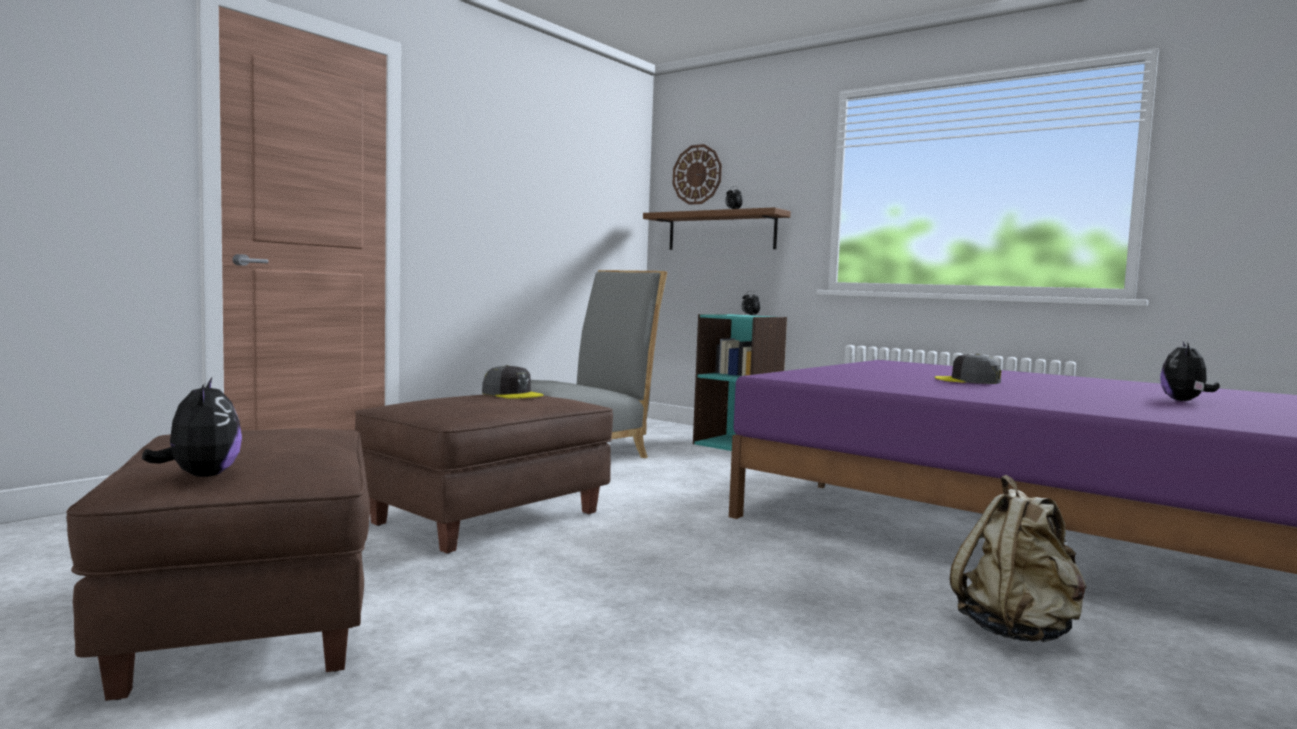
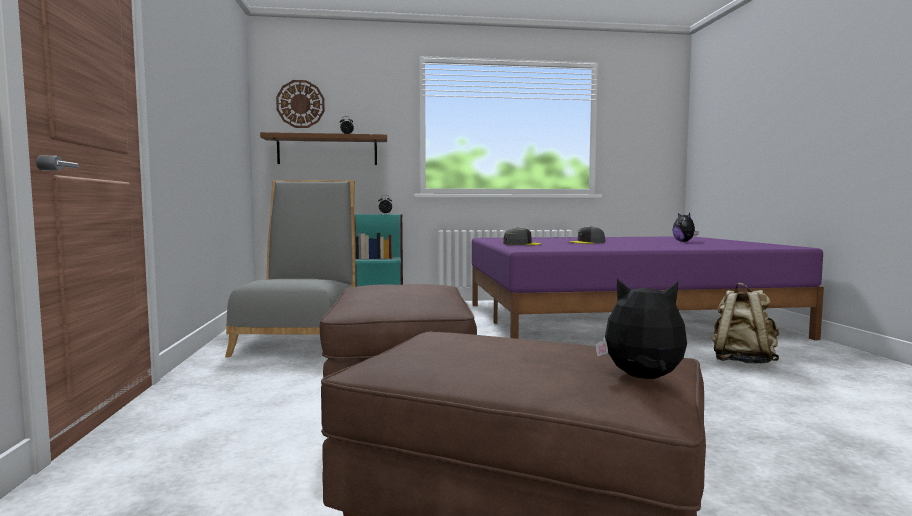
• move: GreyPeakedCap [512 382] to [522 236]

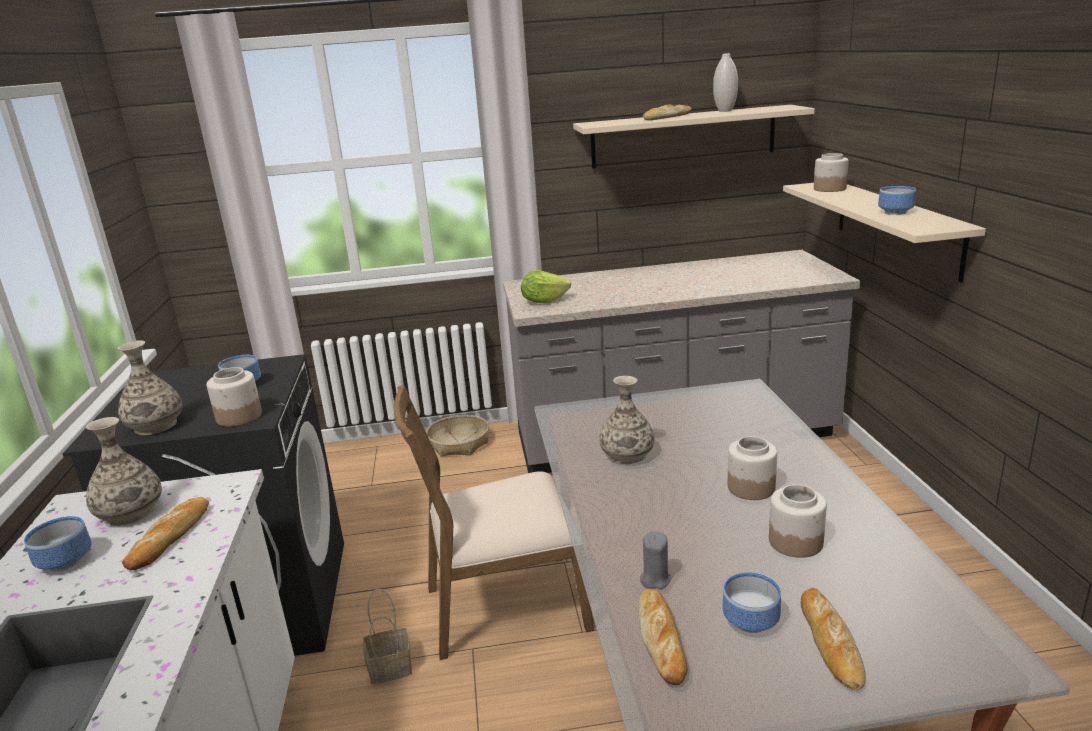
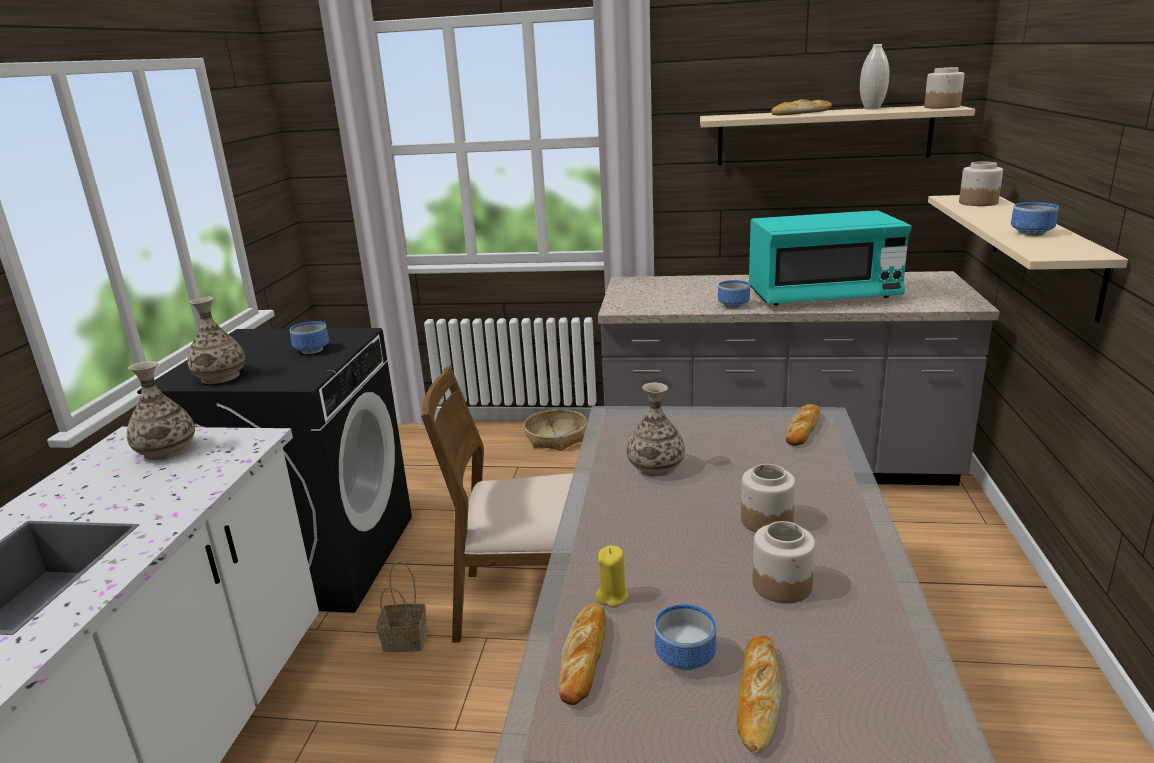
• delete: Lettuce [546 287]
• move: Jar [234 397] to [944 87]
• move: Bread [165 533] to [803 425]
• move: Bowl [57 544] to [734 294]
• recolor: GreyCandle [655 560] to YellowColouredCandle [612 576]
• insert: BlueGreenKitchenMicrowave [830 258]

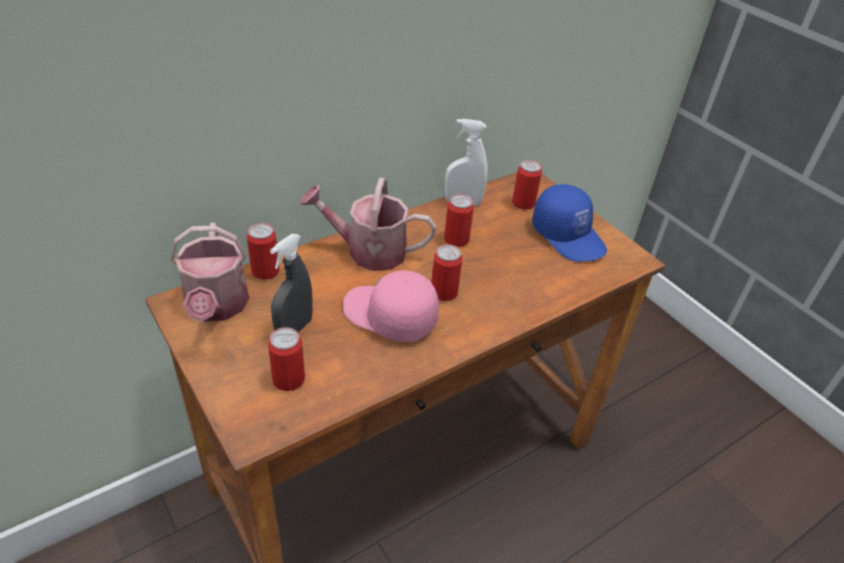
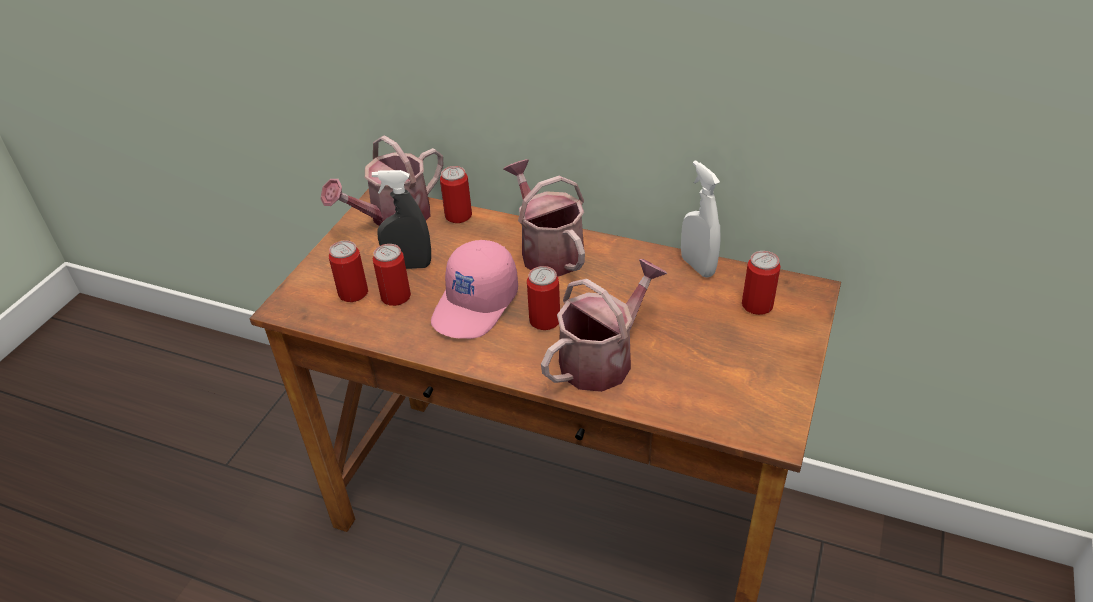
• delete: BlueColouredPeakedCap [569 223]
• move: MetalCan [459 220] to [392 275]
• rotate: PinkPeakedCap [391 306] = [474 289] 150 degrees counterclockwise
• insert: WateringPot [604 325]

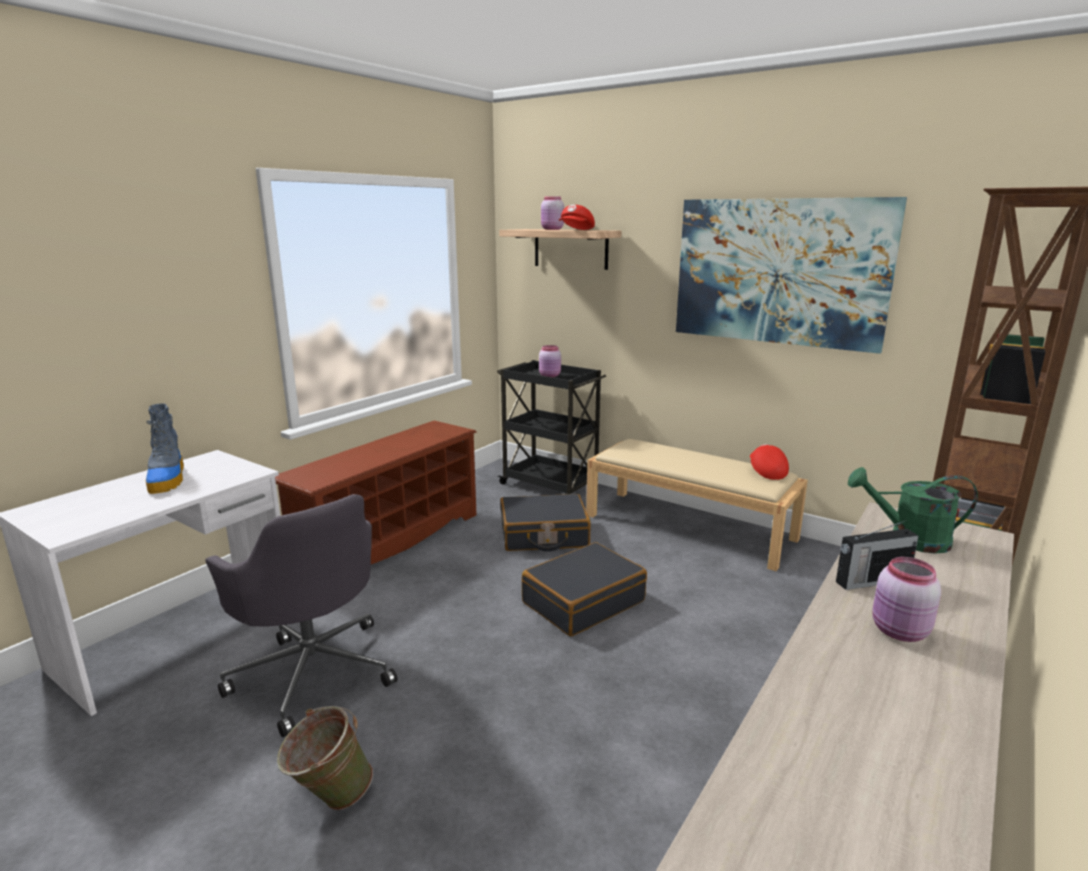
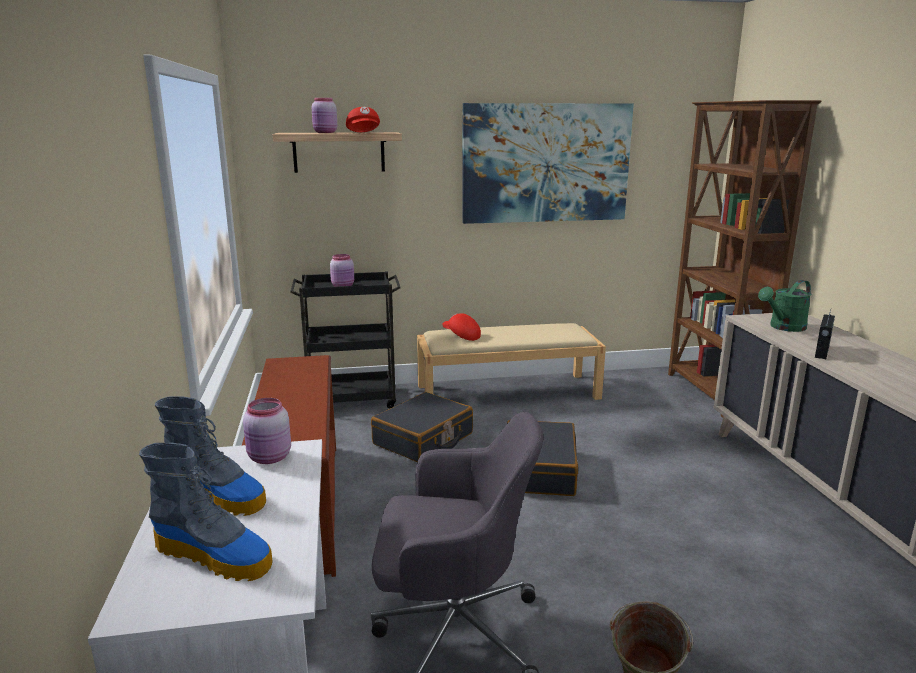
• move: ReddishPeakedCap [769 462] to [461 327]
• move: PinkJar [906 599] to [267 431]
• insert: TallBoot [206 512]

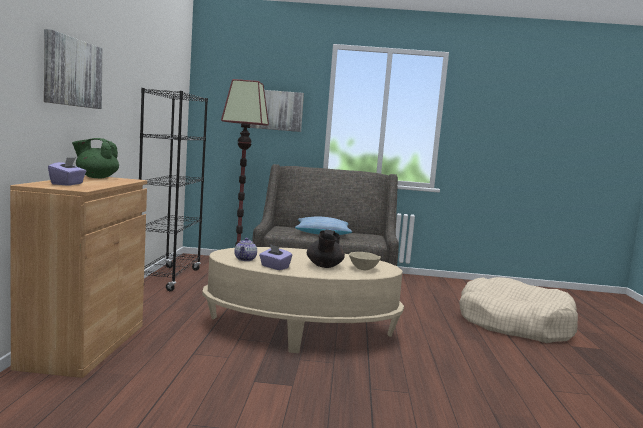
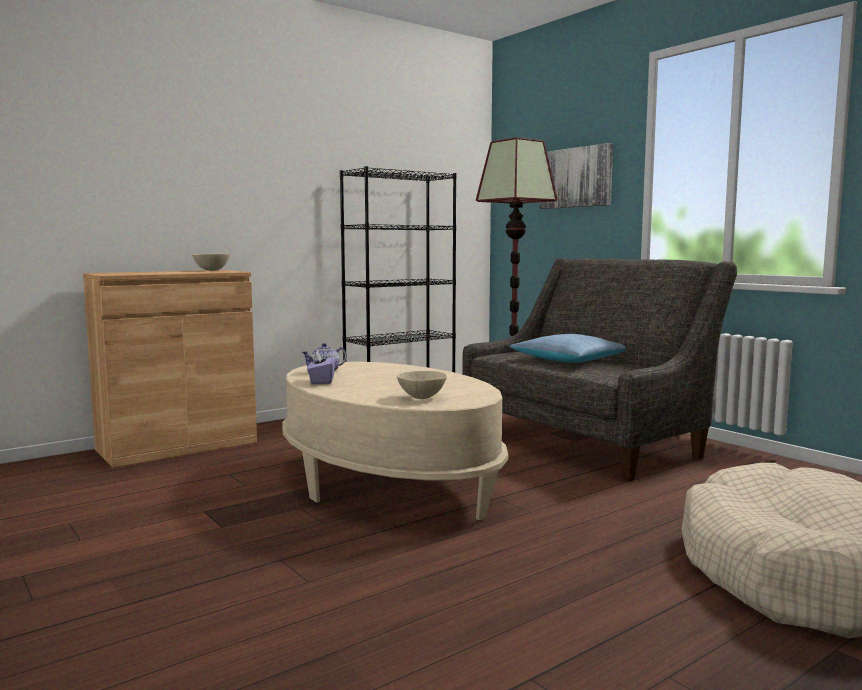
• delete: WallPicture [73 69]
• replace: GreenishTeaPot [95 158] to BeigeColouredBowl [211 262]
• delete: PurplishTissueBox [67 171]
• delete: BlackishTeaPot [326 249]

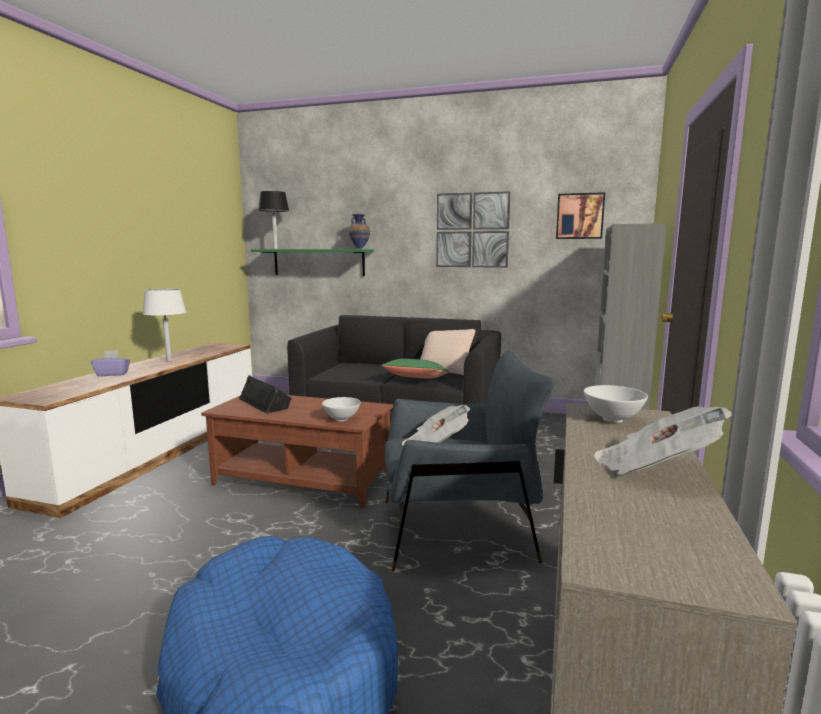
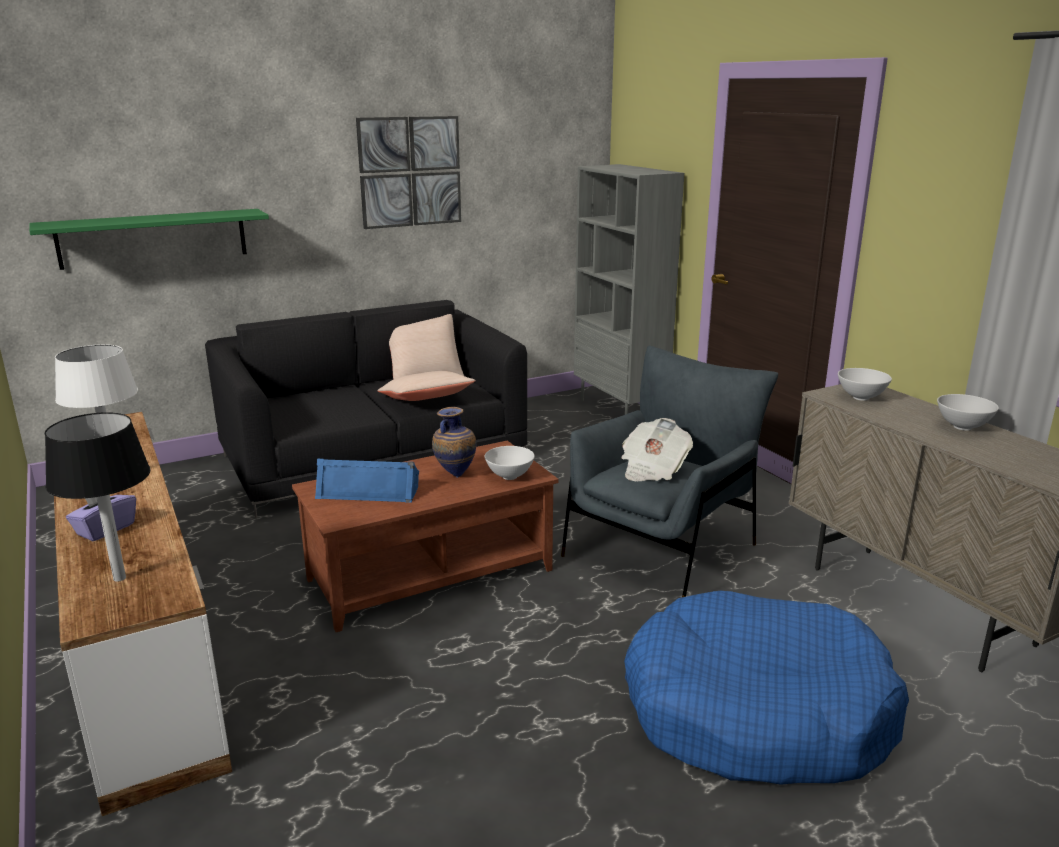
• move: BlackishTableLamp [273 220] to [98 497]
• delete: WallPicture [580 215]
• move: FlowerVase [359 231] to [454 442]
• recolor: GreenishThrowPillow [415 369] to BeigeColouredThrowPillow [426 386]
• recolor: BlackishSpeaker [265 394] to BlueColouredSpeaker [367 481]
• replace: Newspaper [663 440] to WhitishBowl [968 412]

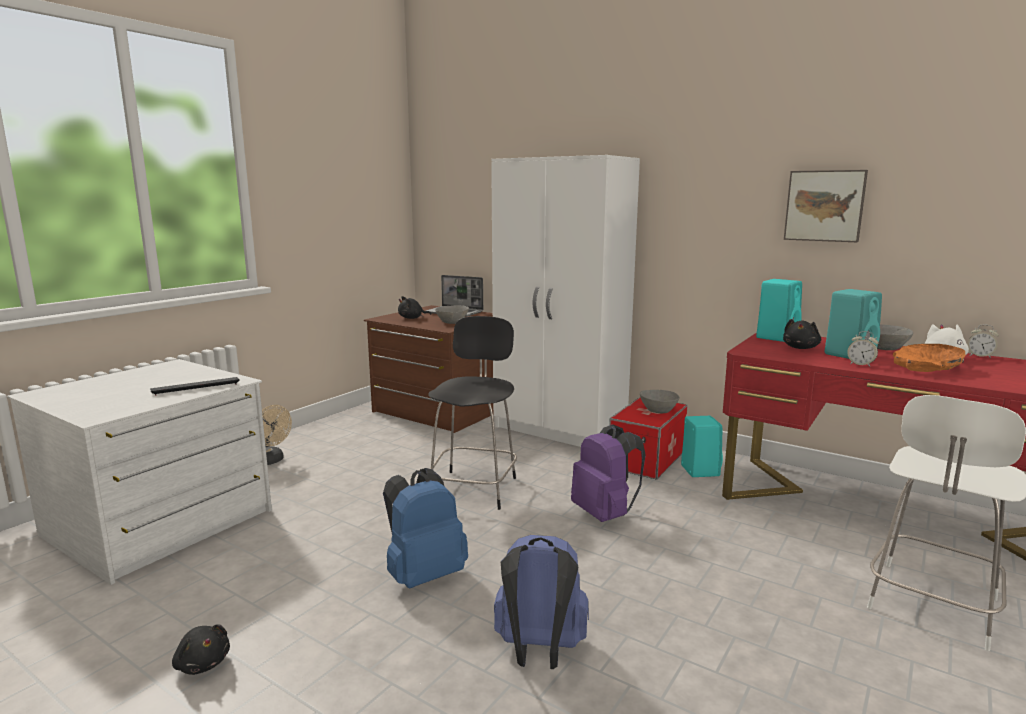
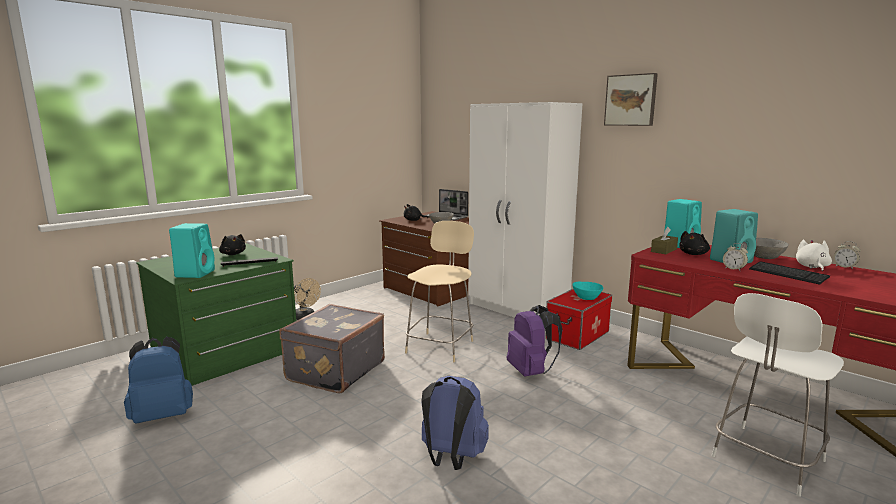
• move: WallPicture [826 206] to [631 99]
• recolor: BlackishPlainChair [472 413] to BeigeColouredPlainChair [439 291]
• replace: OrangeBowl [929 358] to PcKeyboard [789 273]
• recolor: WhitishChestOfDrawers [139 472] to GreenishChestOfDrawers [216 314]
• recolor: GreyBowl [660 401] to BlueGreenBowl [587 291]
• move: BlueGreenSpeaker [702 446] to [192 250]
• move: BlueColouredBackpack [425 528] to [158 380]
• move: BlackishSoftToy [201 649] to [232 244]
• insert: BrownColouredTissueBox [664 240]
• insert: GreySuitcase [332 348]

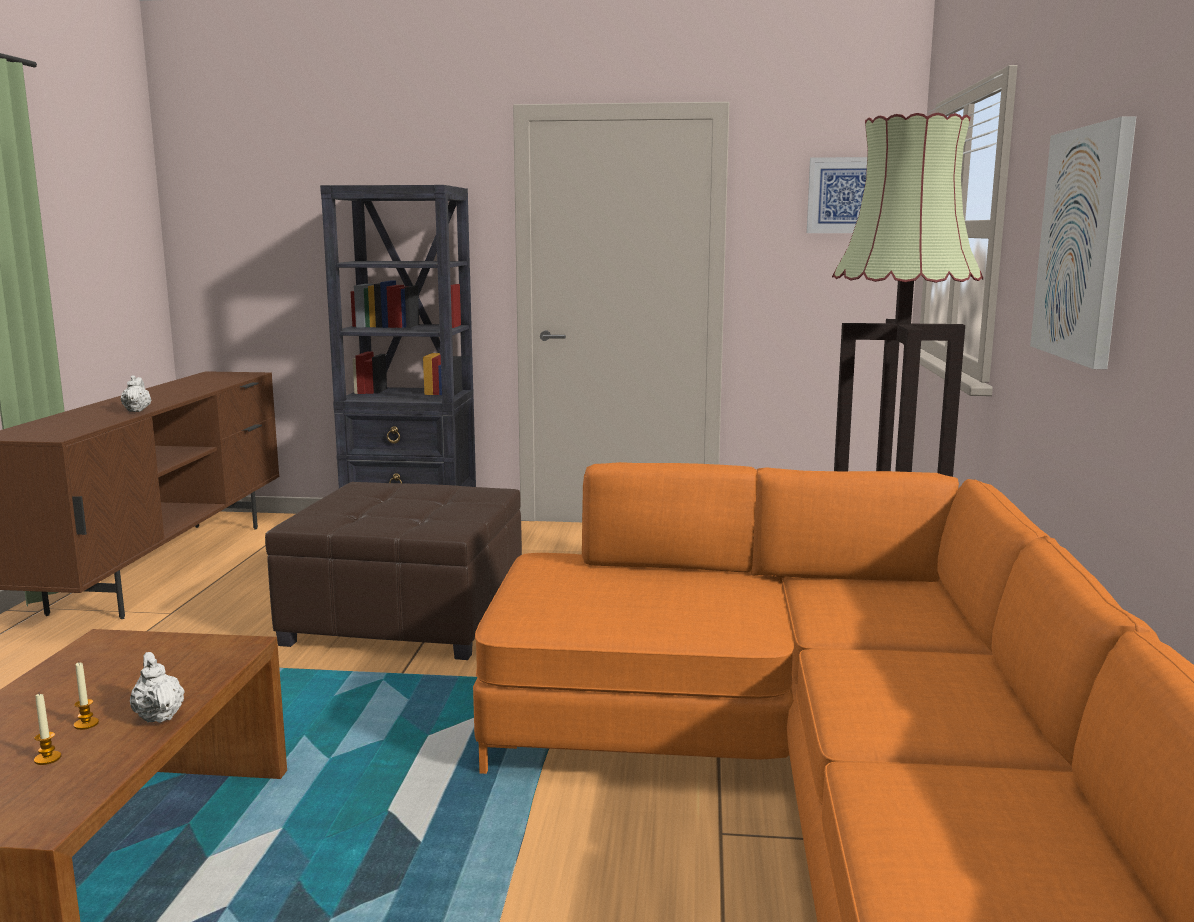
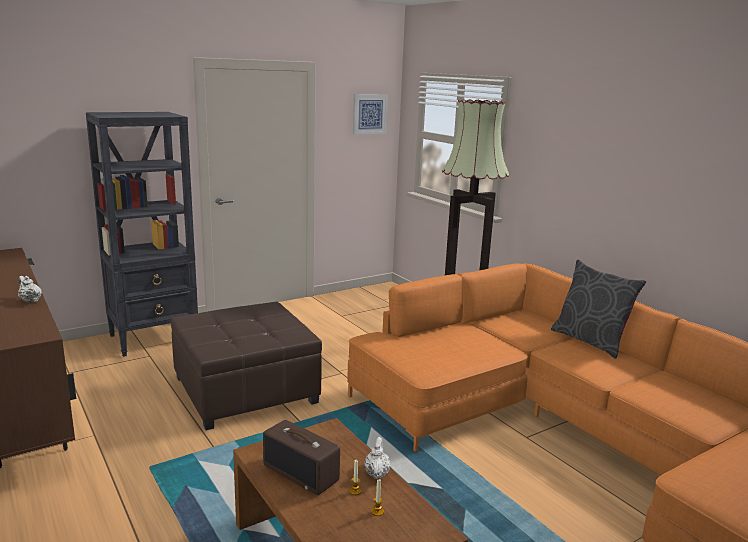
• delete: WallPicture [1083 242]
• rotate: WhitishTeaPot [157 687] = [377 458] 75 degrees clockwise
• insert: GreyThrowPillow [598 309]
• insert: RadioReceiver [301 457]

